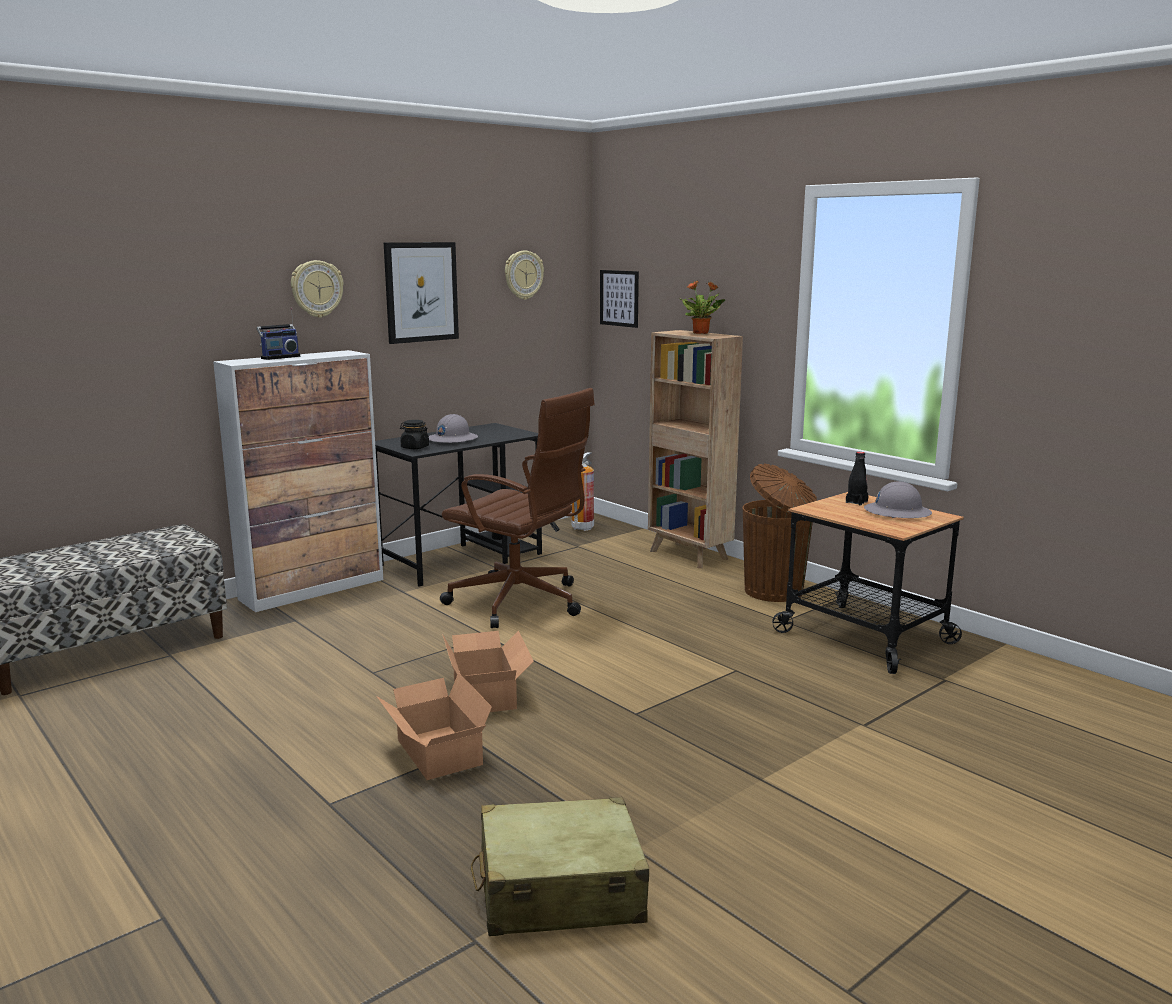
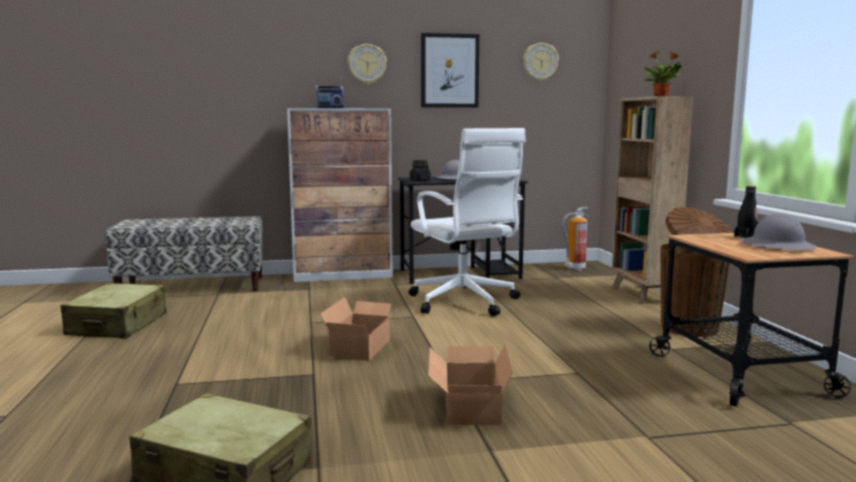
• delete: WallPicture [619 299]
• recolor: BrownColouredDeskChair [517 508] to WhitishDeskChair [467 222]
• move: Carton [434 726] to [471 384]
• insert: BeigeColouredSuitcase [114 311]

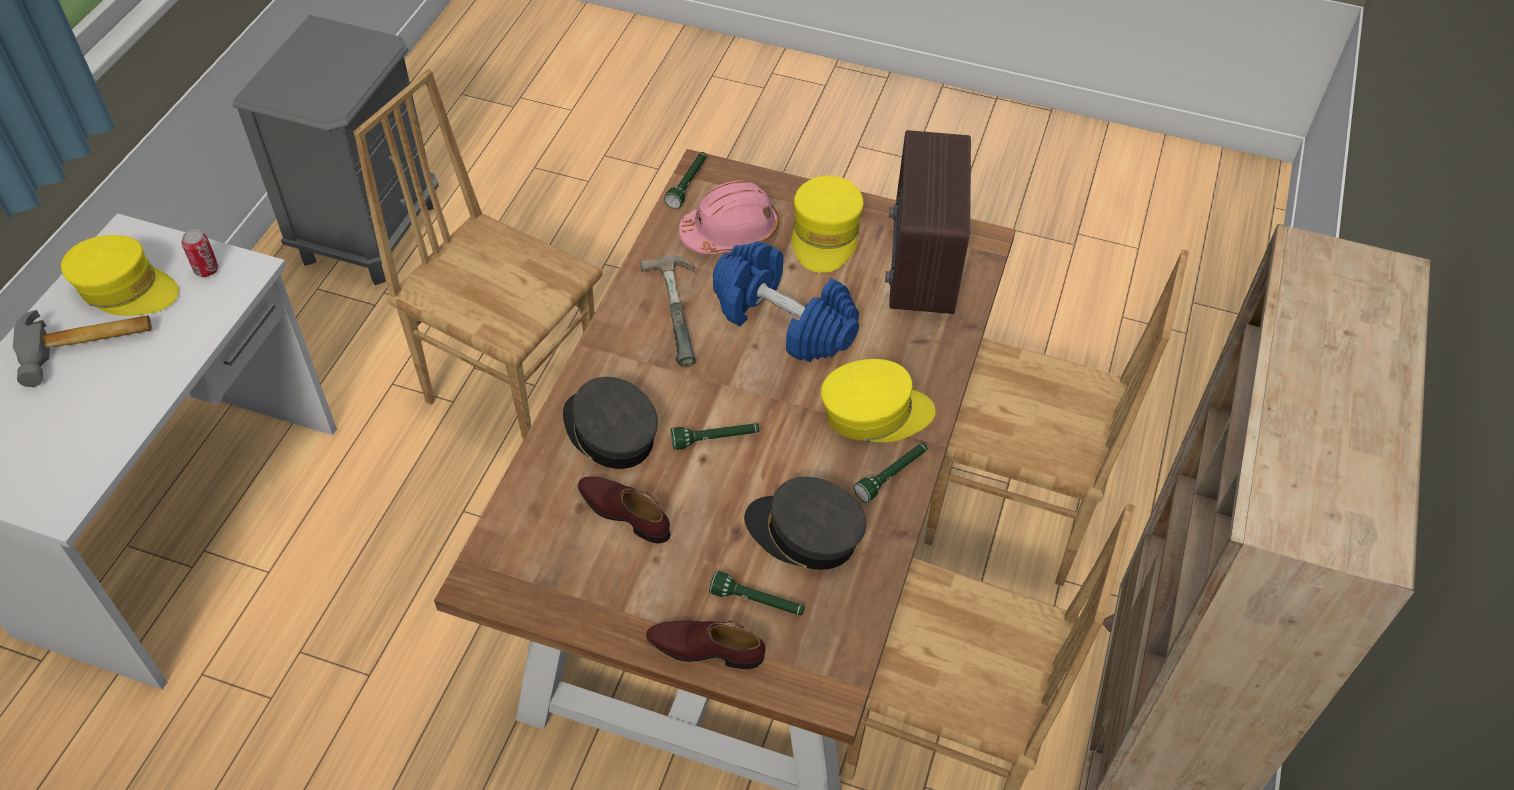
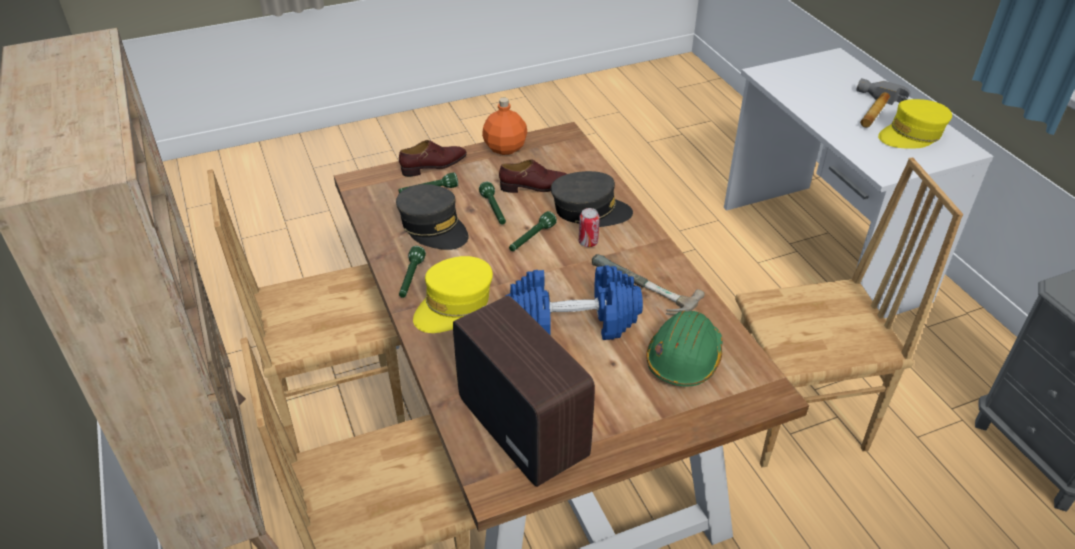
• move: GreenishFlashlight [685 180] to [492 203]
• delete: YellowColouredPeakedCap [828 224]
• recolor: PinkSafetyHelmet [729 217] to GreenishSafetyHelmet [684 349]
• move: MetalCan [200 253] to [589 227]
• rotate: GreyPeakedCap [805 523] = [432 217] 60 degrees clockwise
• insert: OrangeBottle [504 126]

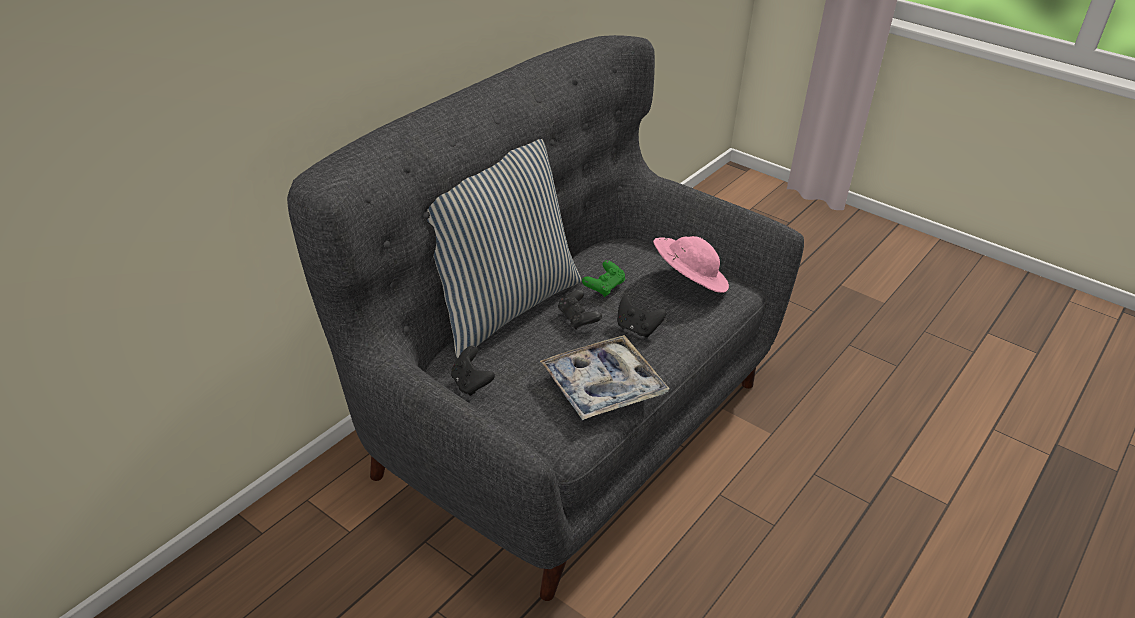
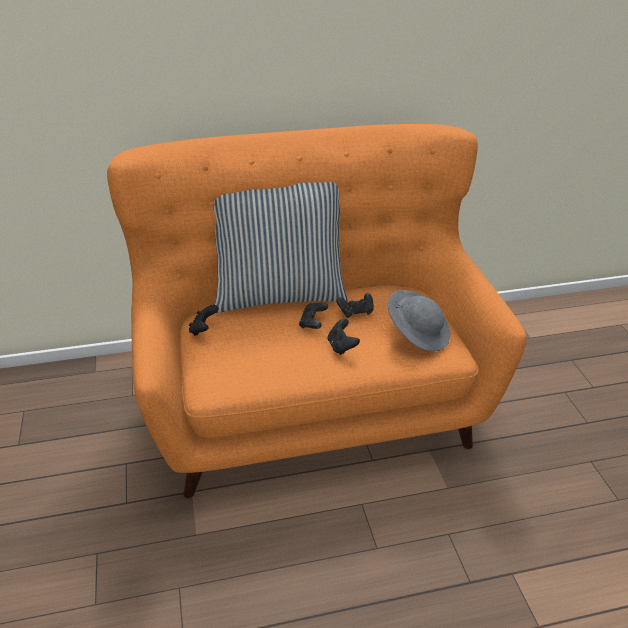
• recolor: GreySettee [545 318] to OrangeSettee [317 311]
• recolor: PinkWearableHat [691 264] to GreyWearableHat [419 320]
• recolor: GreenishGamepad [603 278] to BlackishGamepad [355 305]
• delete: CarryingTray [605 377]

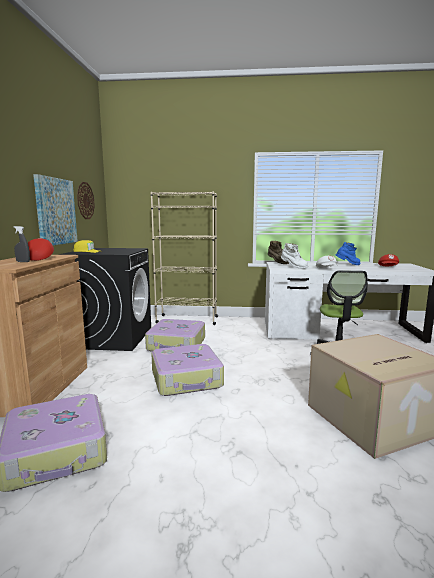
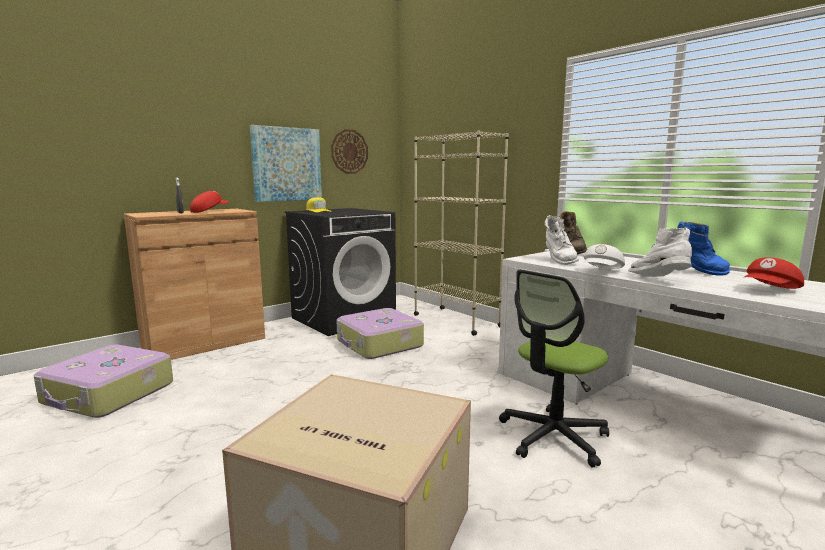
• delete: Suitcase [187 370]
• insert: WhitishTallBoot [660 252]

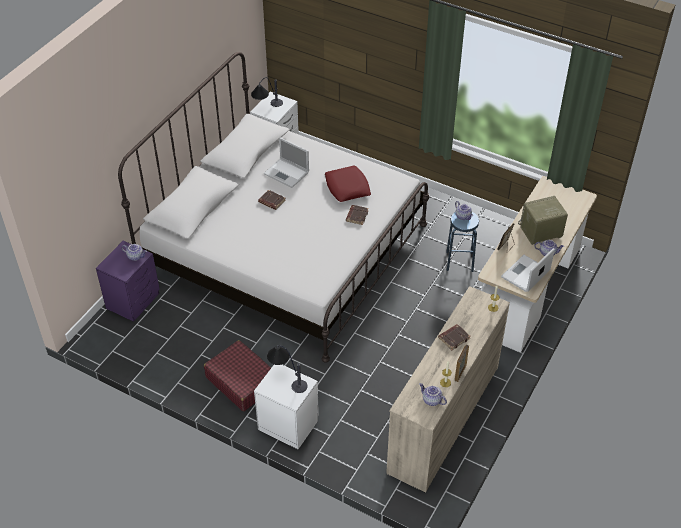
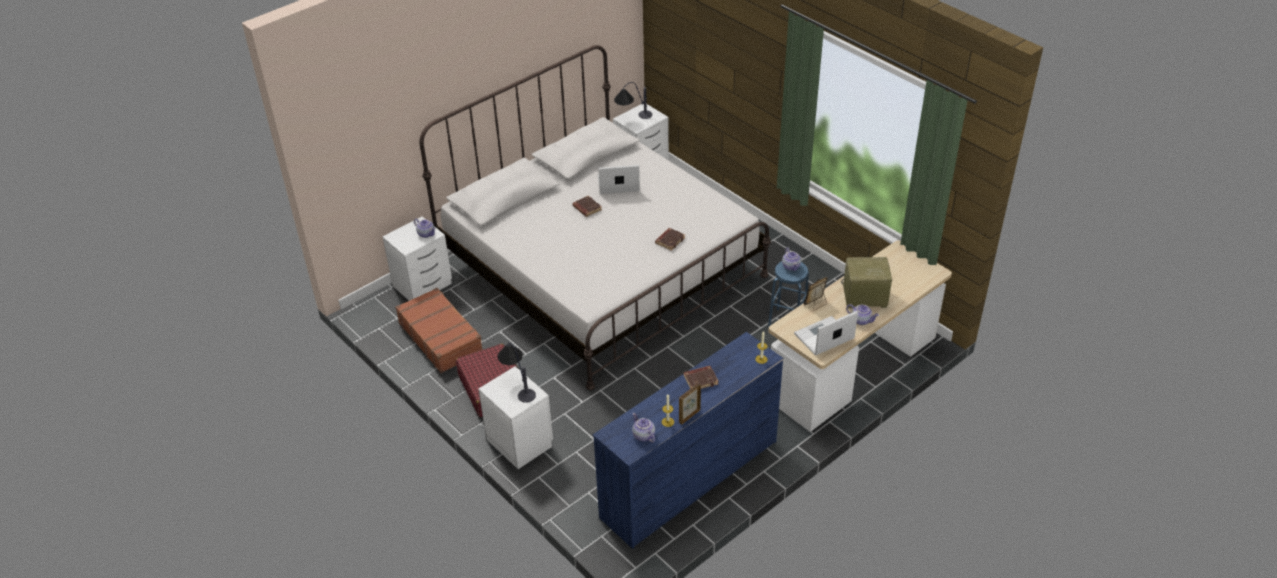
• rotate: NotebookComputer [286 163] = [619 179] 120 degrees clockwise
• delete: ReddishThrowPillow [348 183]
• recolor: PurplishNightTable [128 281] to WhitishNightTable [417 259]
• recolor: BeigeColouredChestOfDrawers [448 389] to BlueColouredChestOfDrawers [688 440]
• insert: BrownColouredSuitcase [438 330]

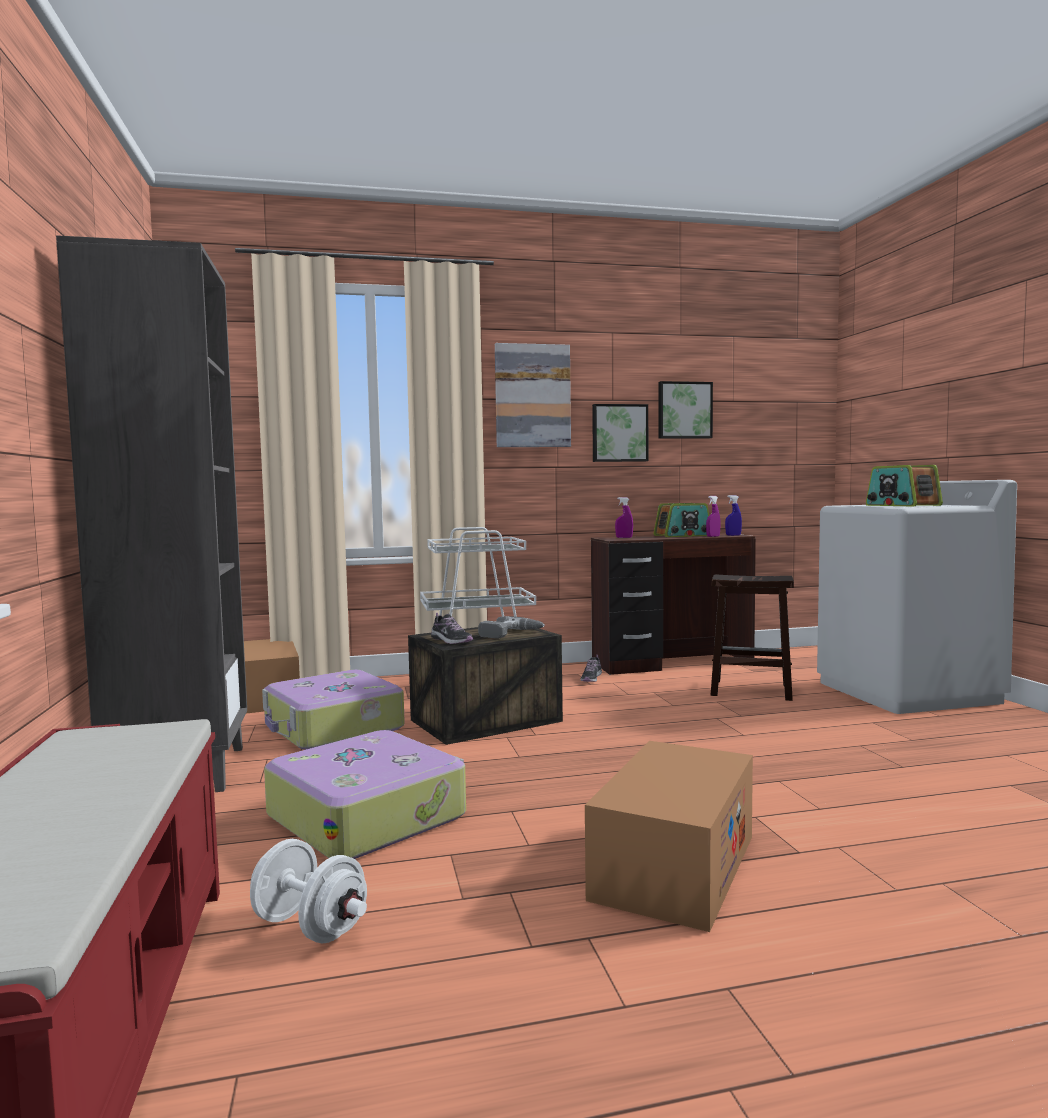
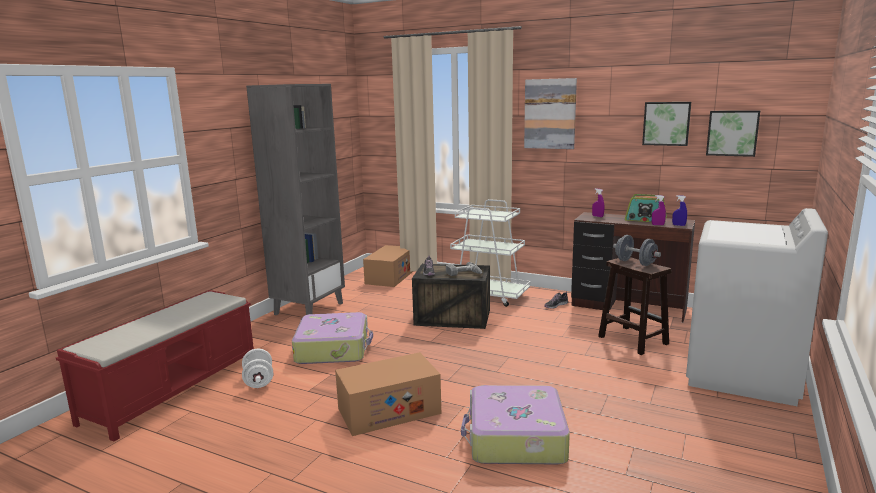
• move: WallPicture [620 433] to [733 133]
• delete: RadioReceiver [904 485]
• move: Suitcase [333 710] to [515 424]
• insert: GreyFreeWeight [637 250]

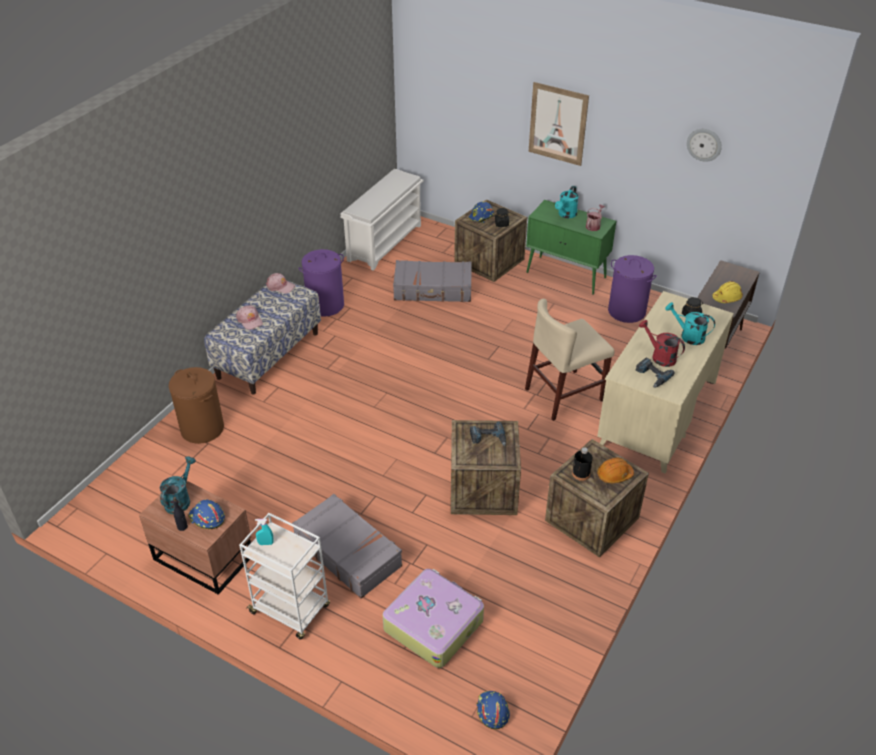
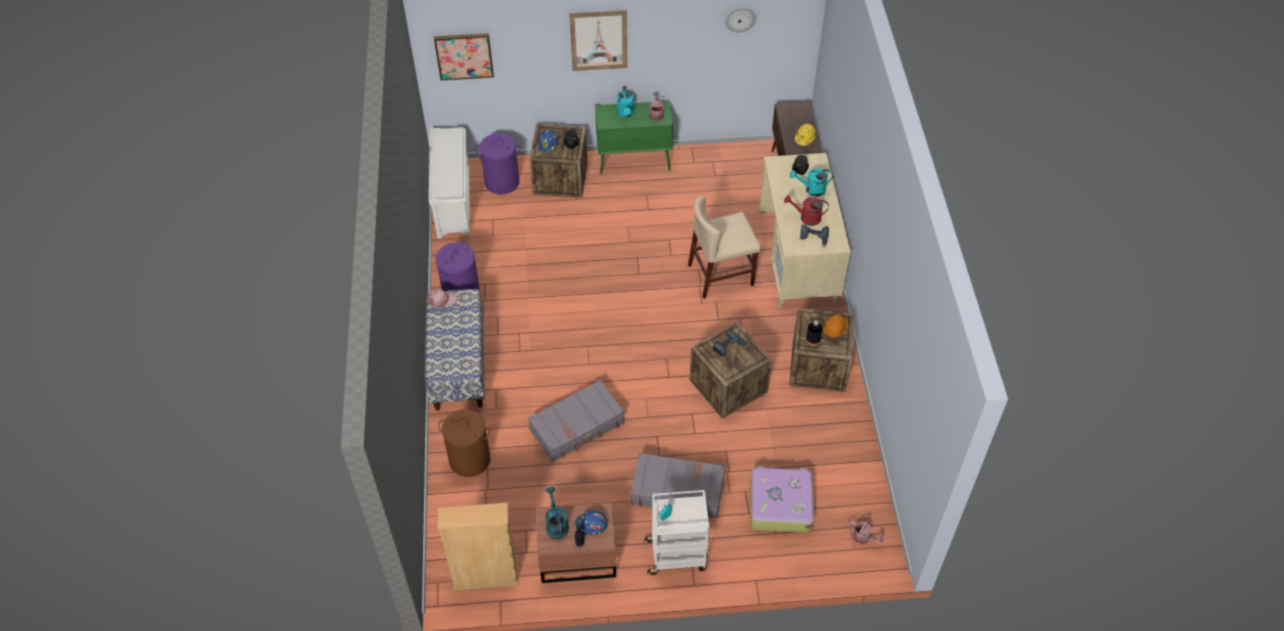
• move: PurplishHamper [632 289] to [497 164]
• move: GreySuitcase [432 281] to [576 421]
• rotate: BeigeColouredPlainChair [570 360] = [724 247] 45 degrees clockwise
• delete: PinkPeakedCap [249 317]
• replace: BlueColouredSafetyHelmet [493 710] to WateringPot [866 532]
• insert: WallPicture [464 56]
• insert: BeigeColouredBookcase [478 546]

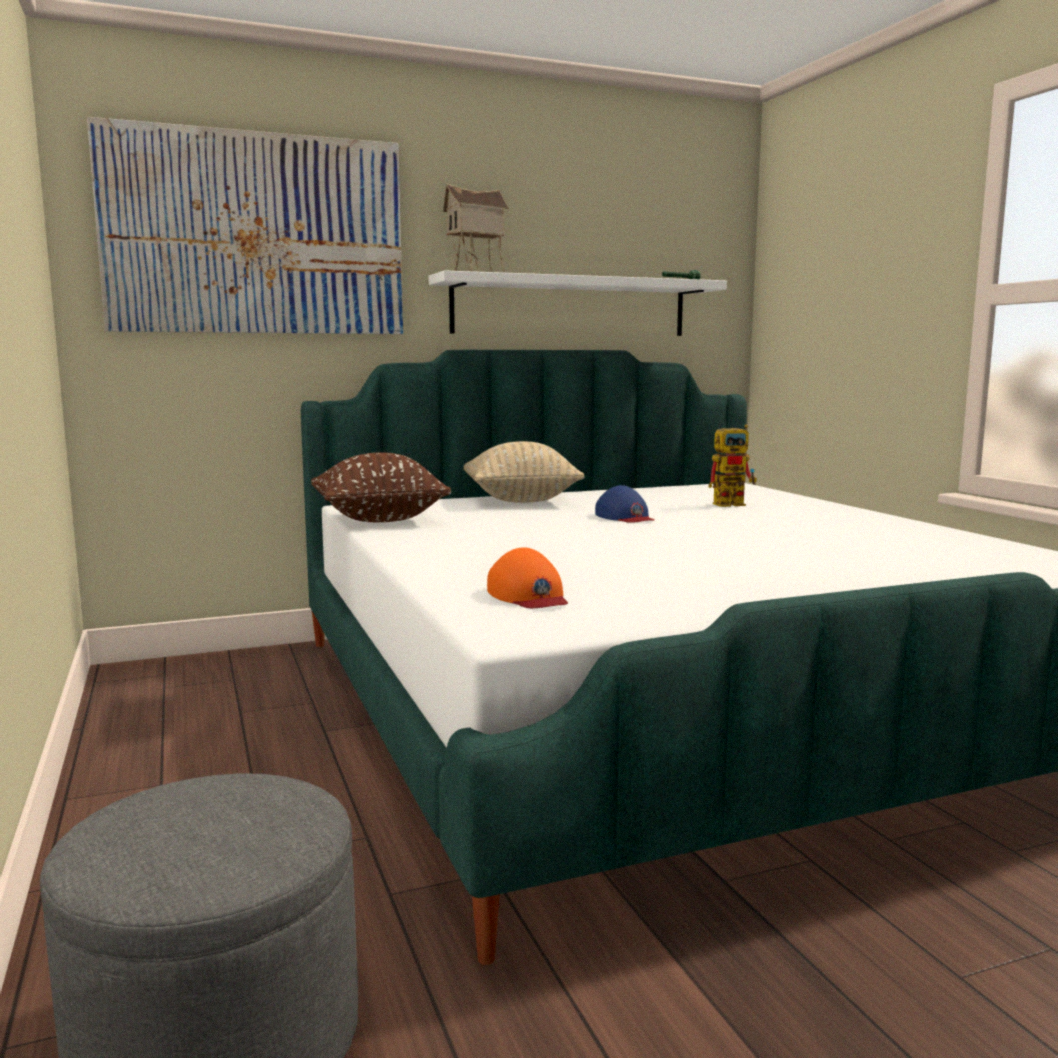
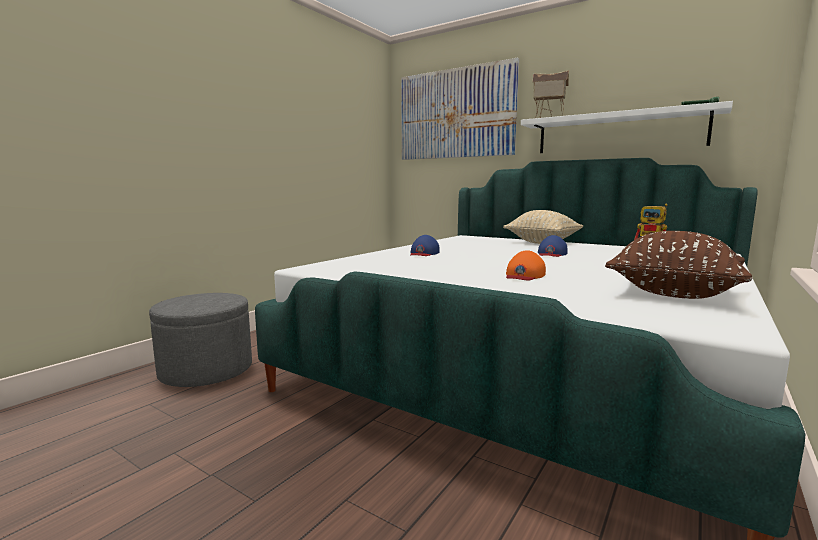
• move: BrownColouredThrowPillow [381 487] to [678 265]
• move: OrangePeakedCap [527 578] to [526 265]
• insert: BlueColouredPeakedCap [425 245]

